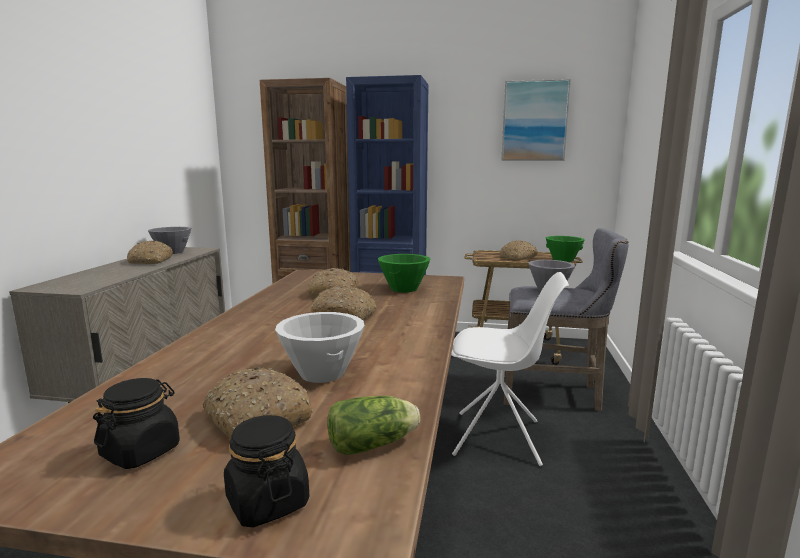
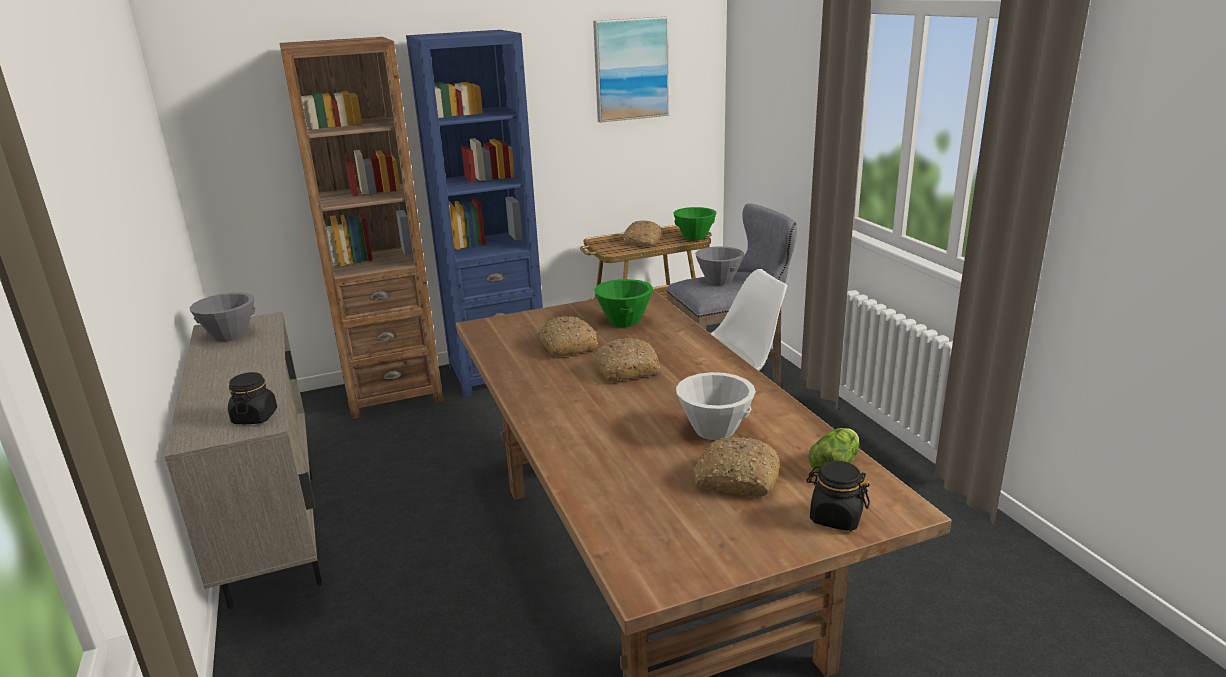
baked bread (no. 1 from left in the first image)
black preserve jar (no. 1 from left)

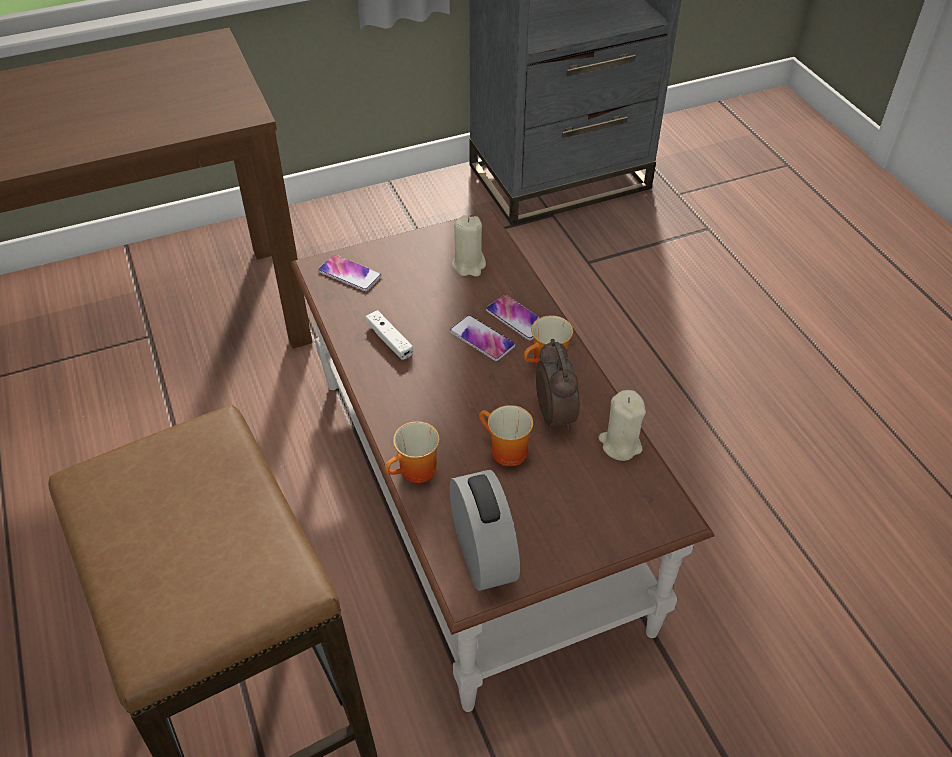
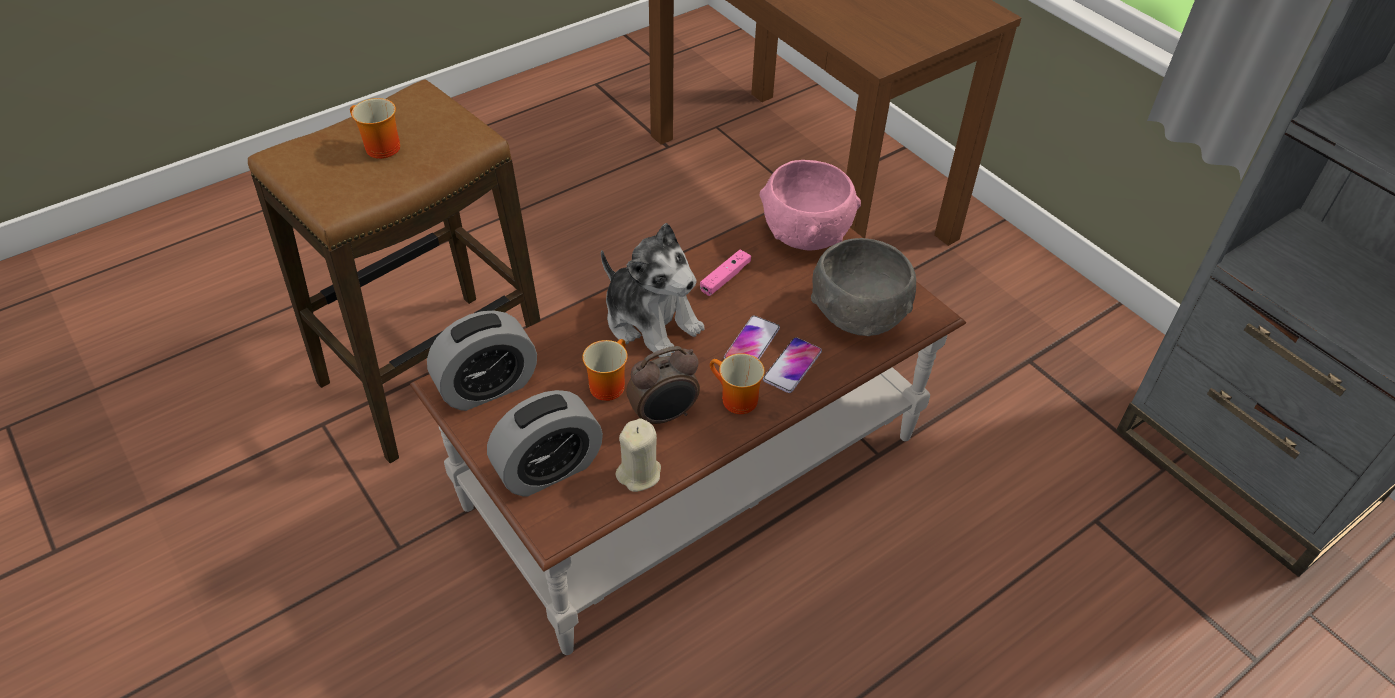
gray bowl
pink-coloured bowl
pink-coloured joypad
mug (no. 1 from left)
soft toy
bedside clock (no. 2 from left)

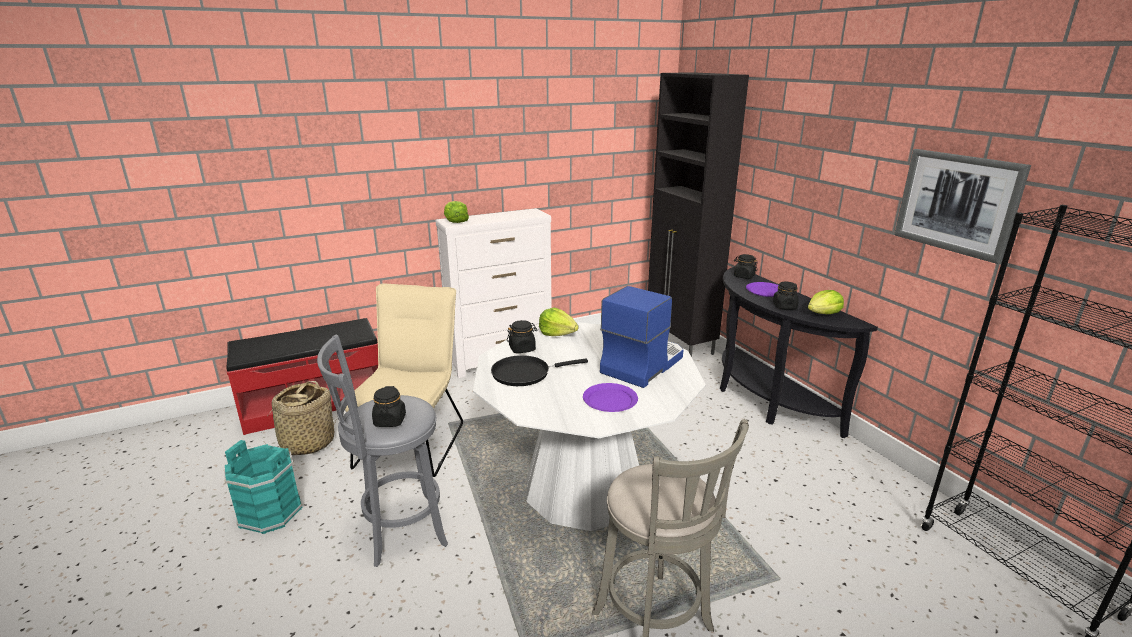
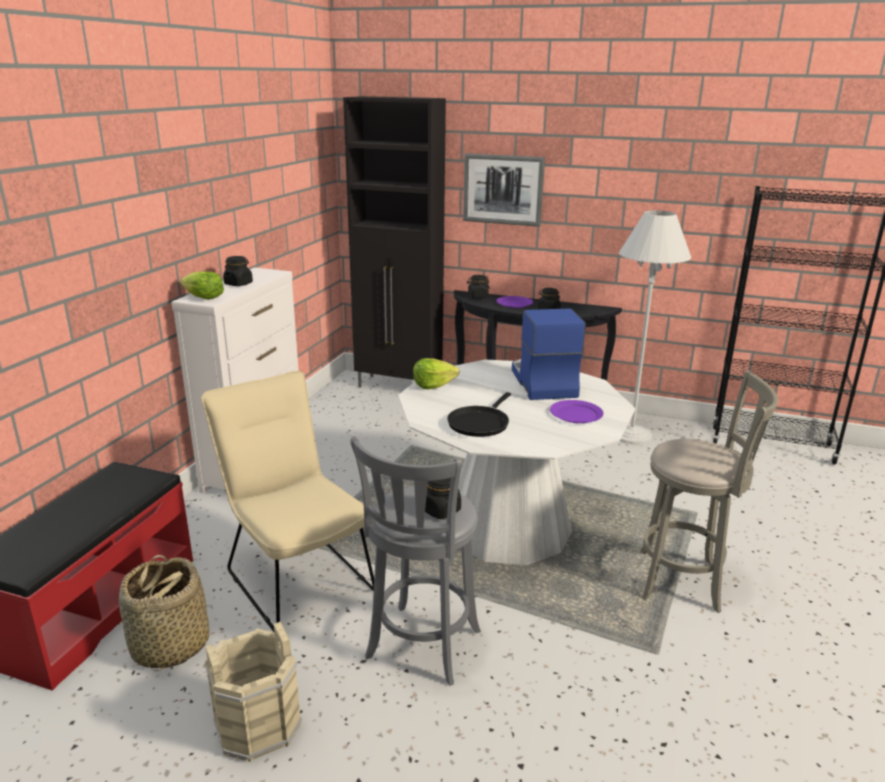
wall art
lettuce (no. 3 from left in the first image)
black preserve jar (no. 1 from left)
sand-coloured water bucket
whitish standard lamp

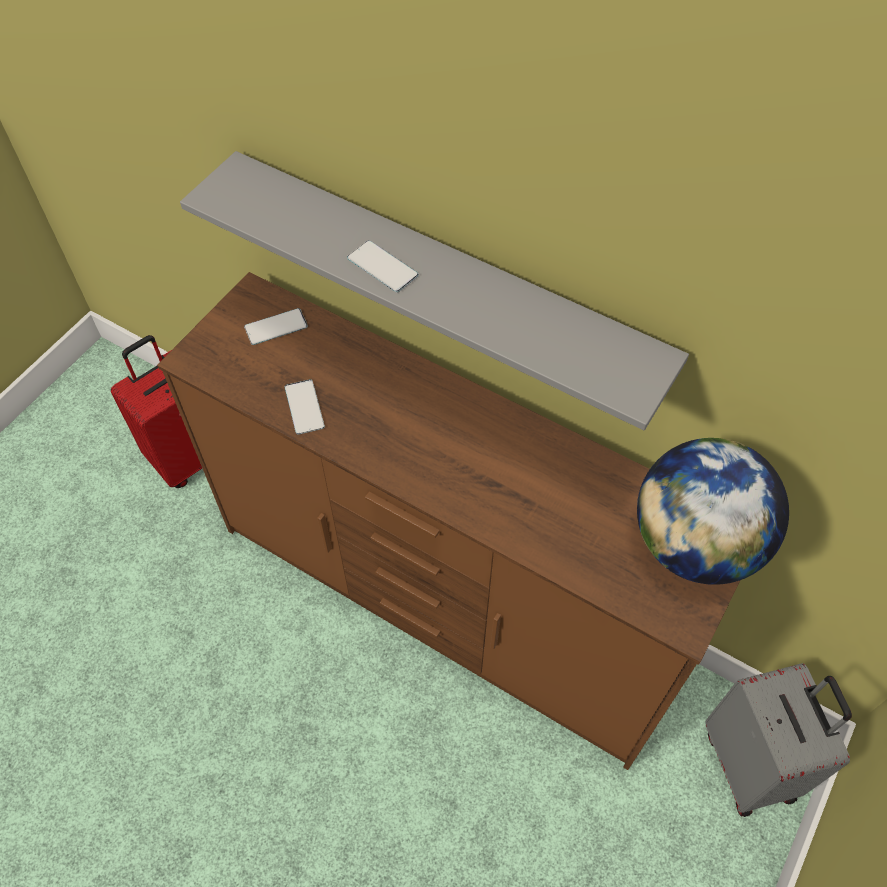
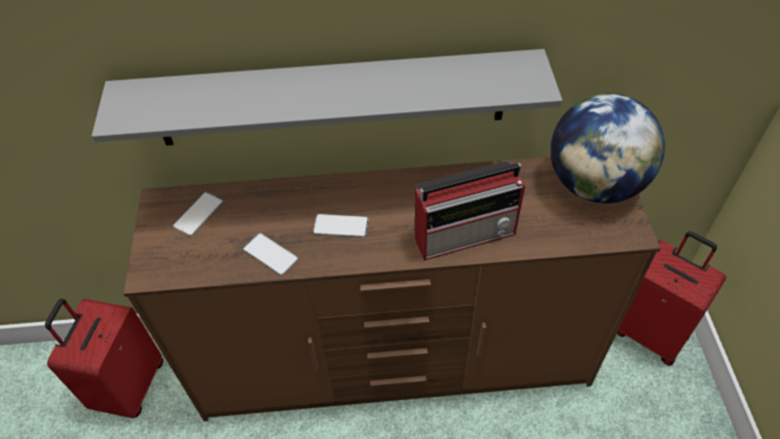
phone (no. 3 from left)
reddish travel case (no. 2 from left)
radio receiver

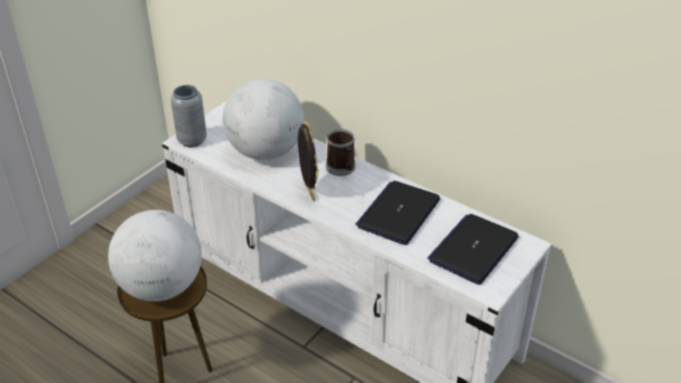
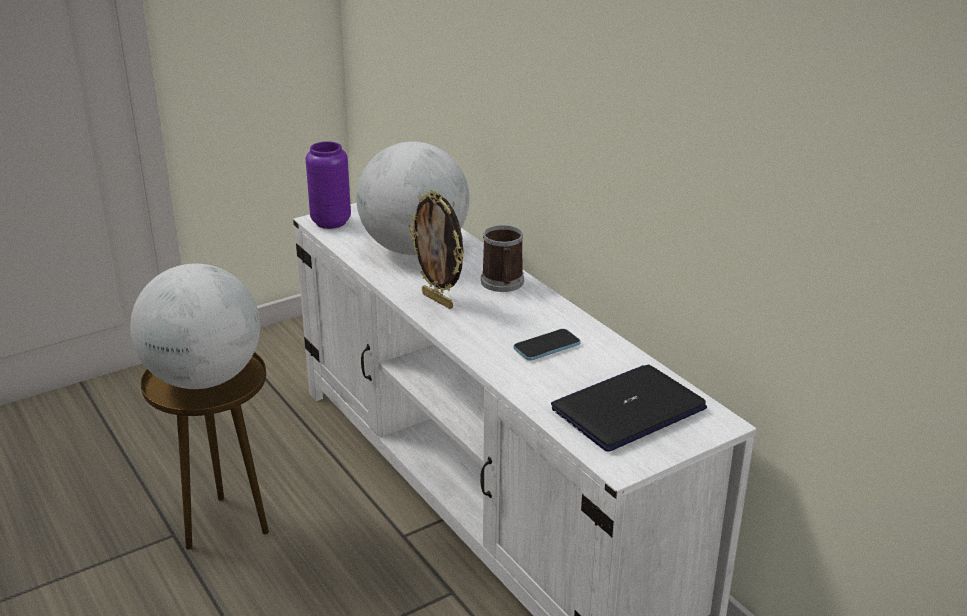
purple flower vase
picture frame
phone

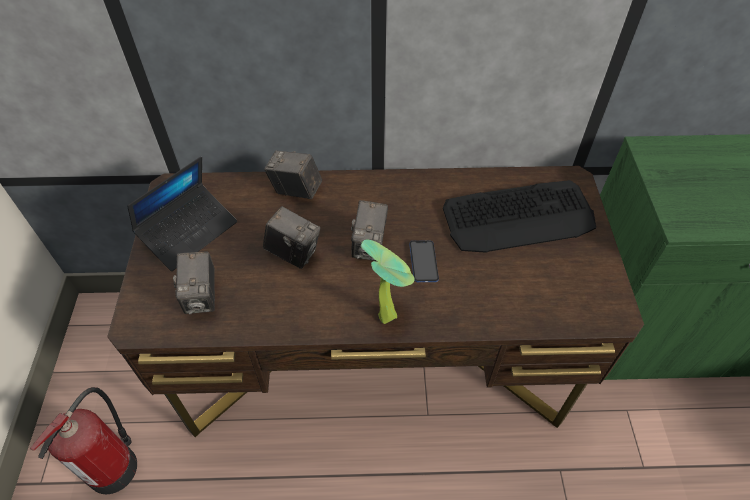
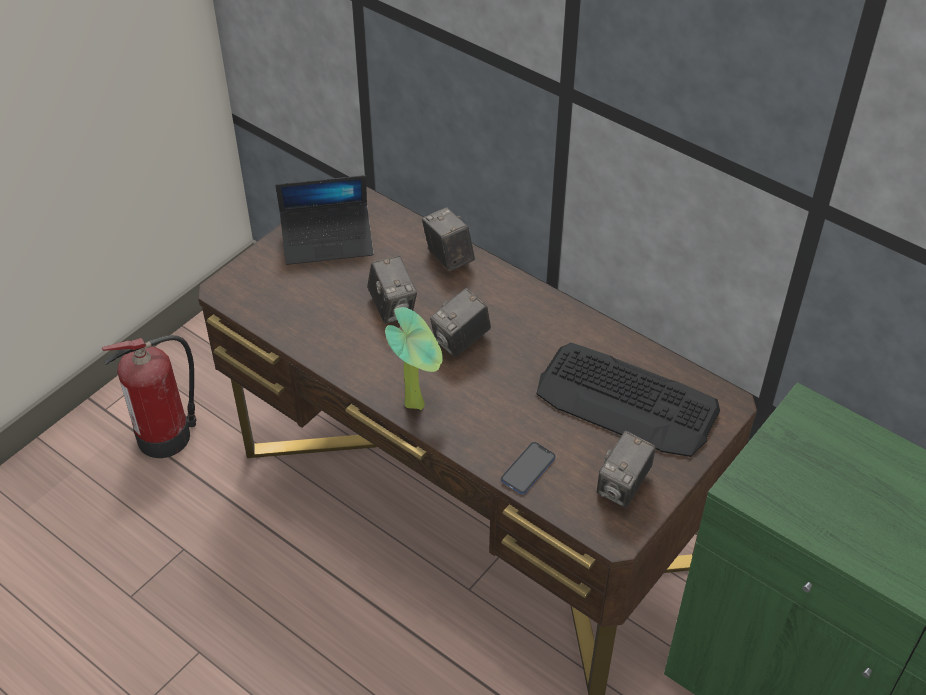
phone
still camera (no. 4 from left)

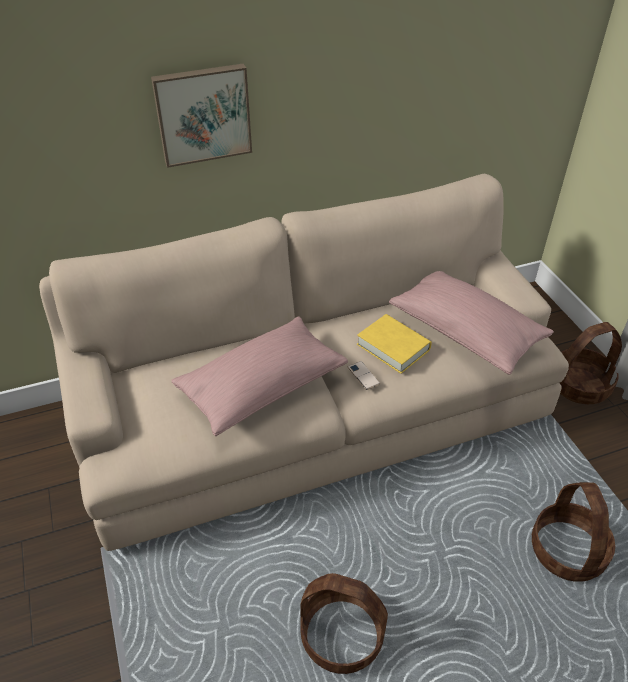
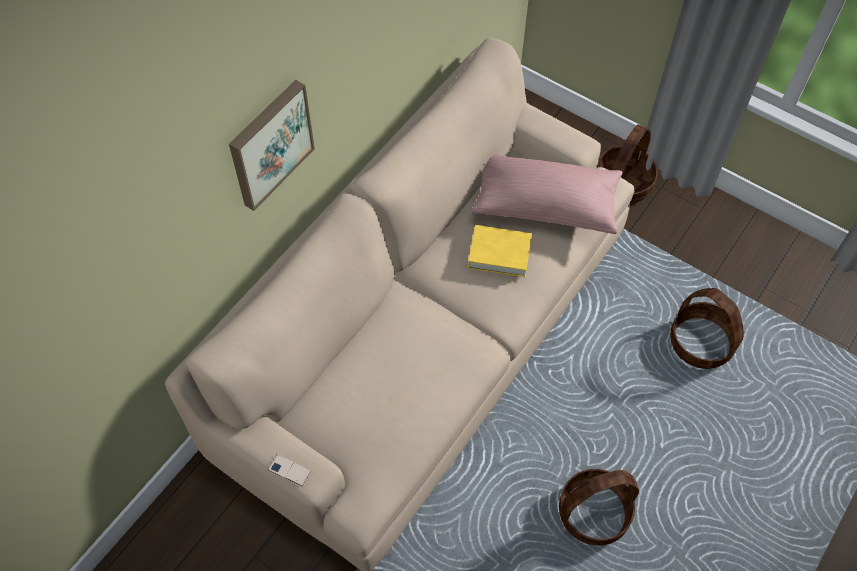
pink-coloured throw pillow (no. 1 from left in the first image)
phone

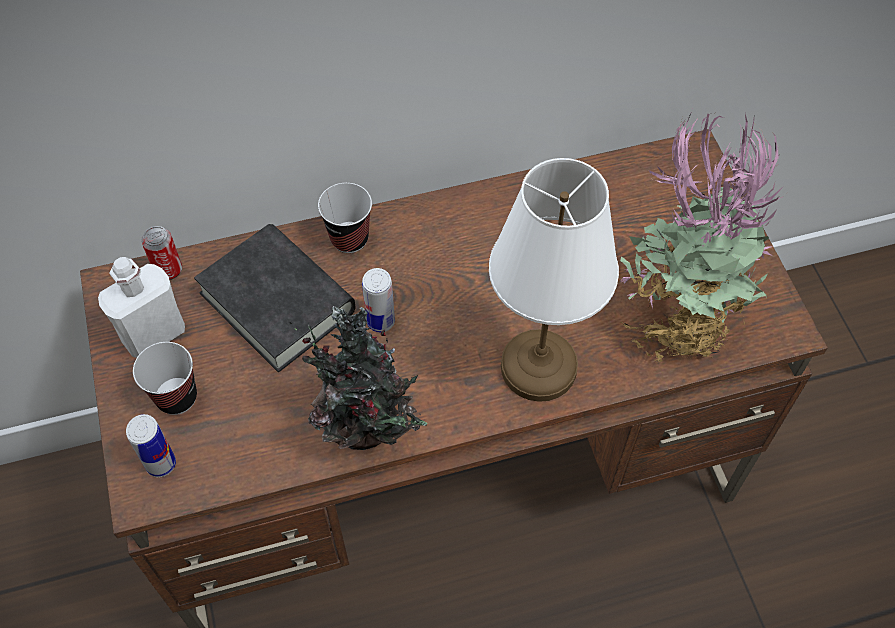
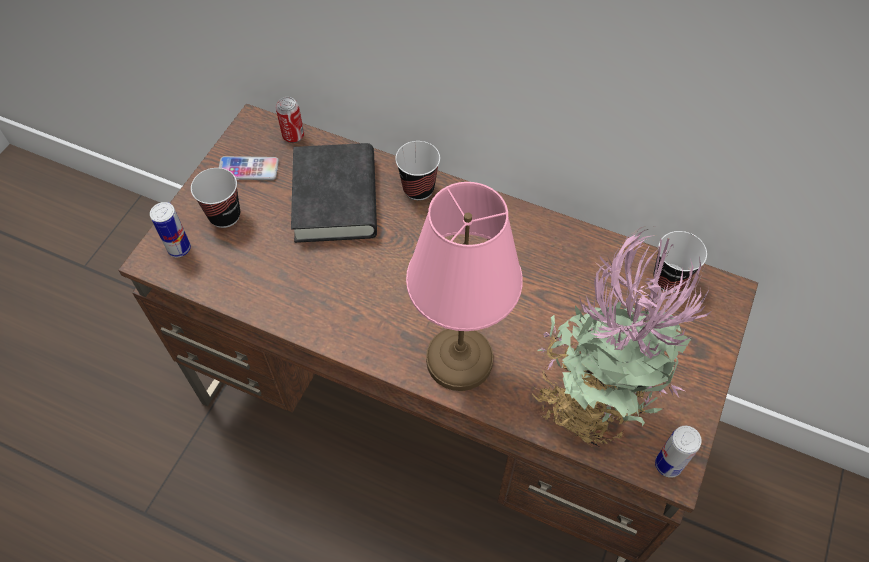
pink-coloured table lamp
phone
metal can (no. 3 from left)
houseplant (no. 1 from left in the first image)
cup (no. 3 from left)

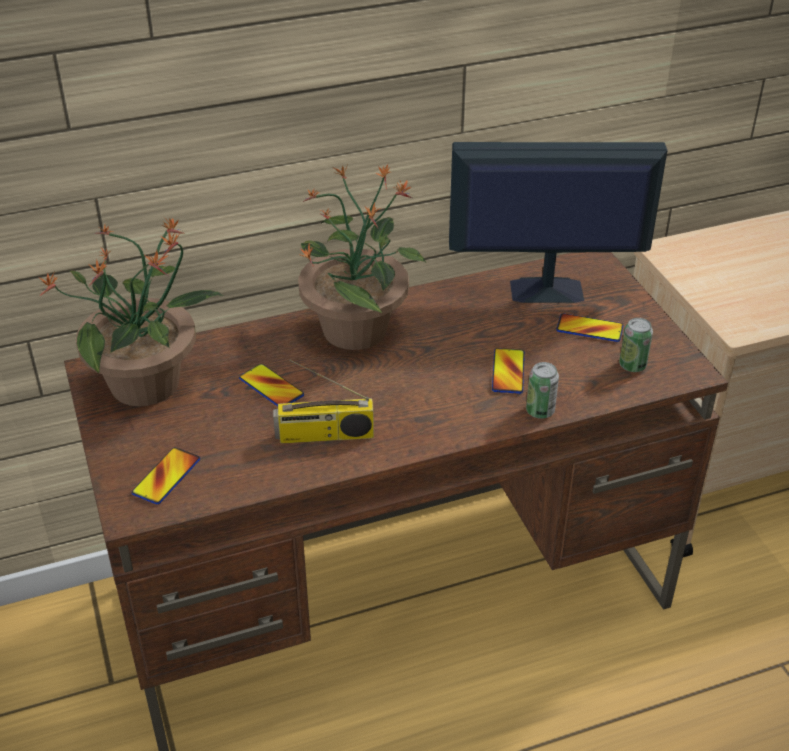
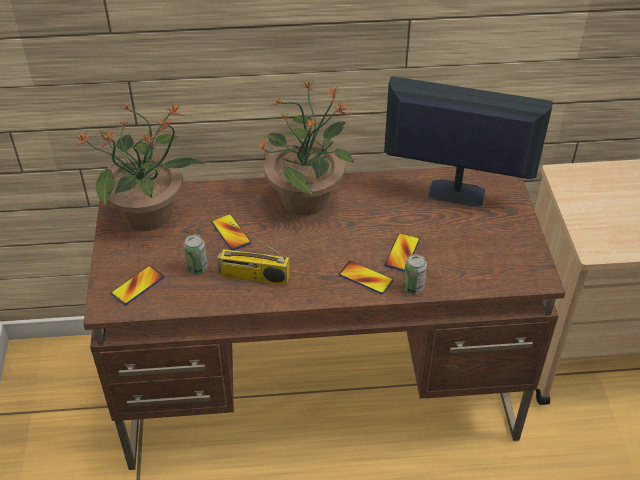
phone (no. 3 from left)
metal can (no. 1 from left)

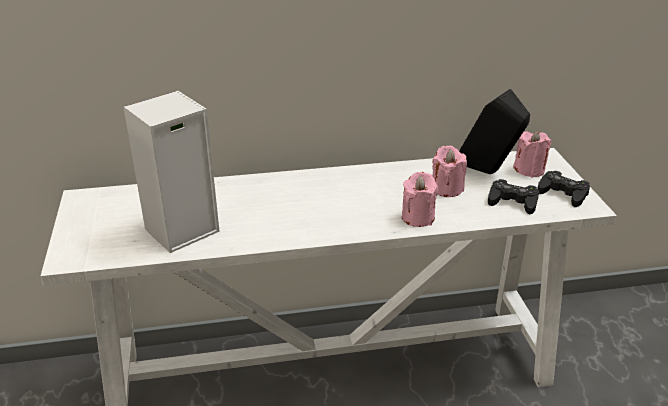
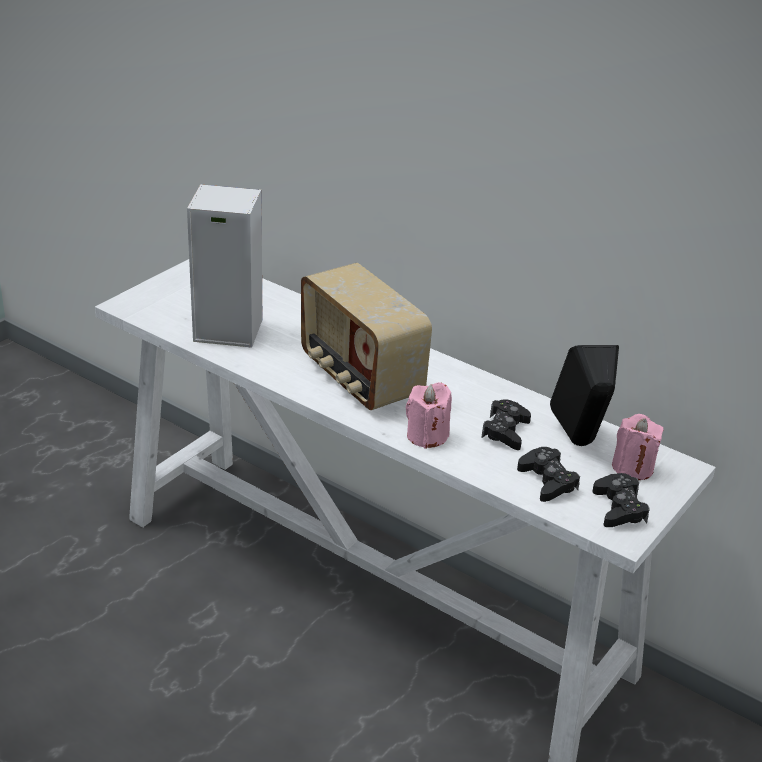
black joypad (no. 1 from left)
radio receiver

